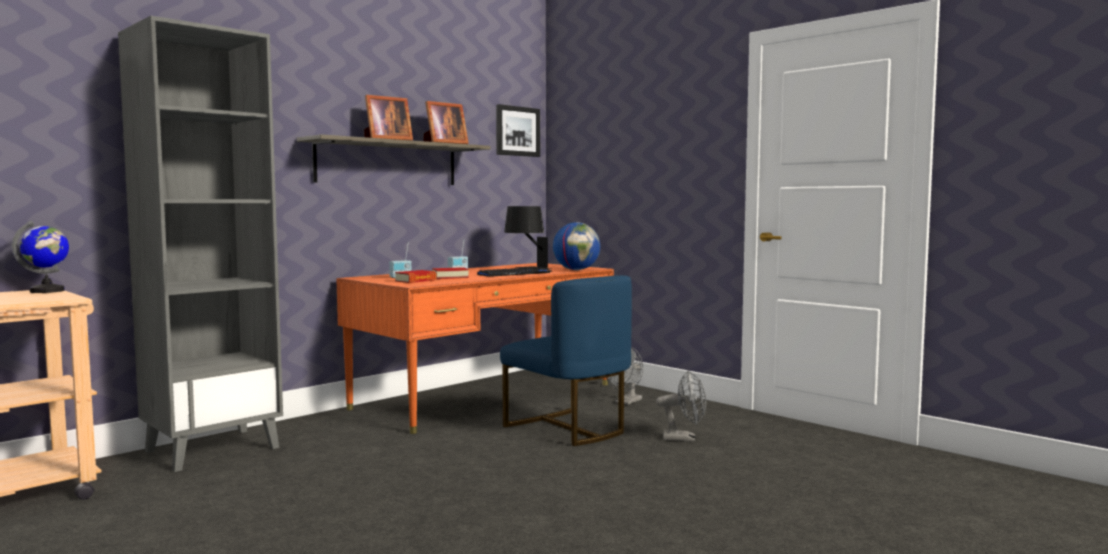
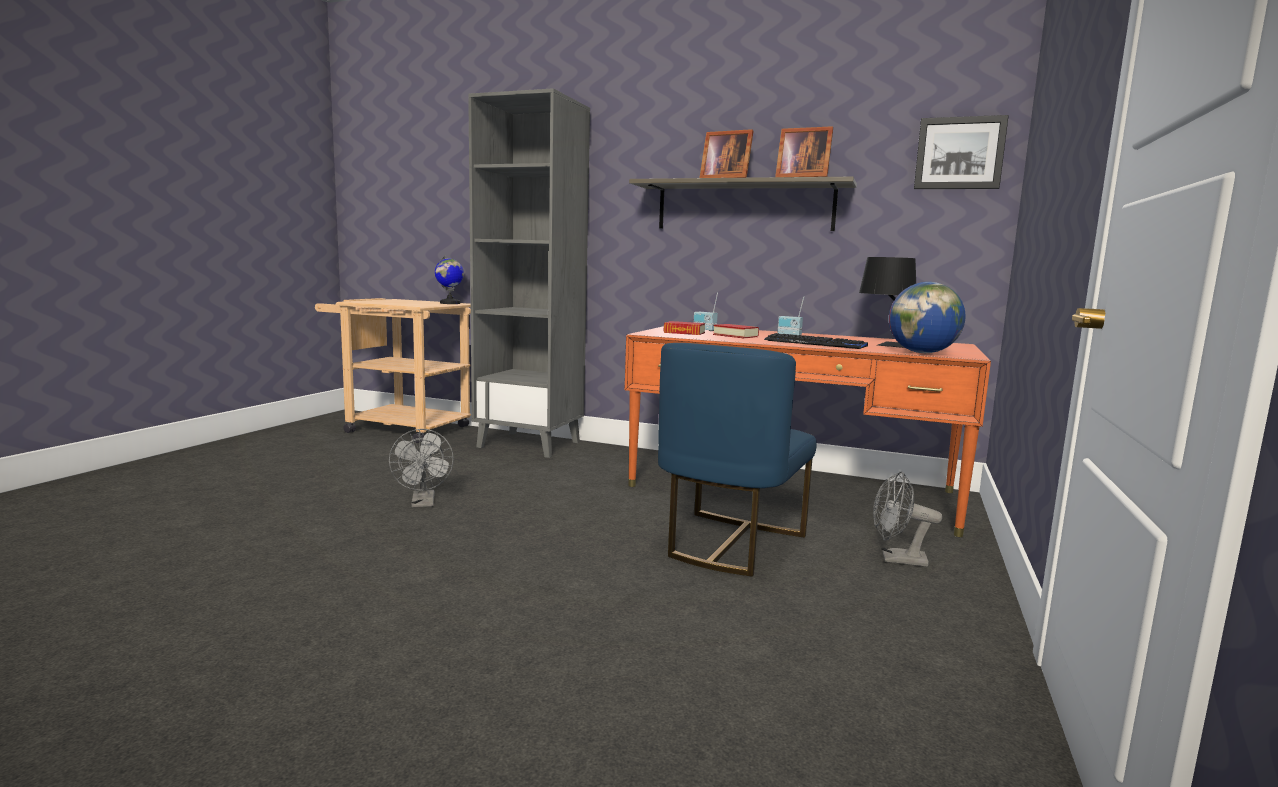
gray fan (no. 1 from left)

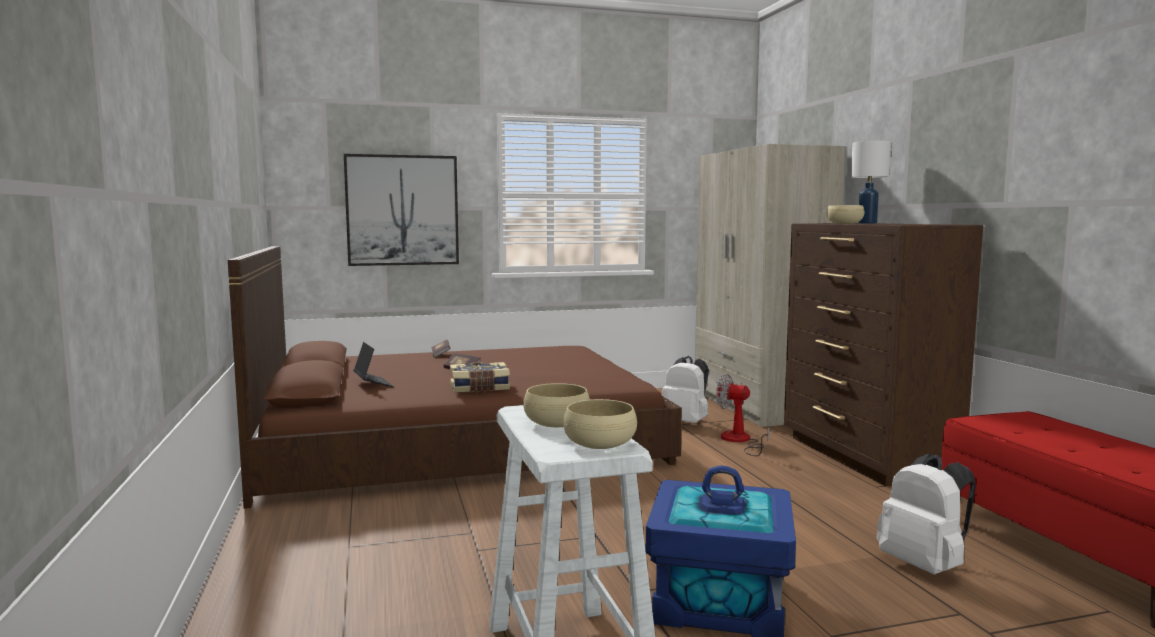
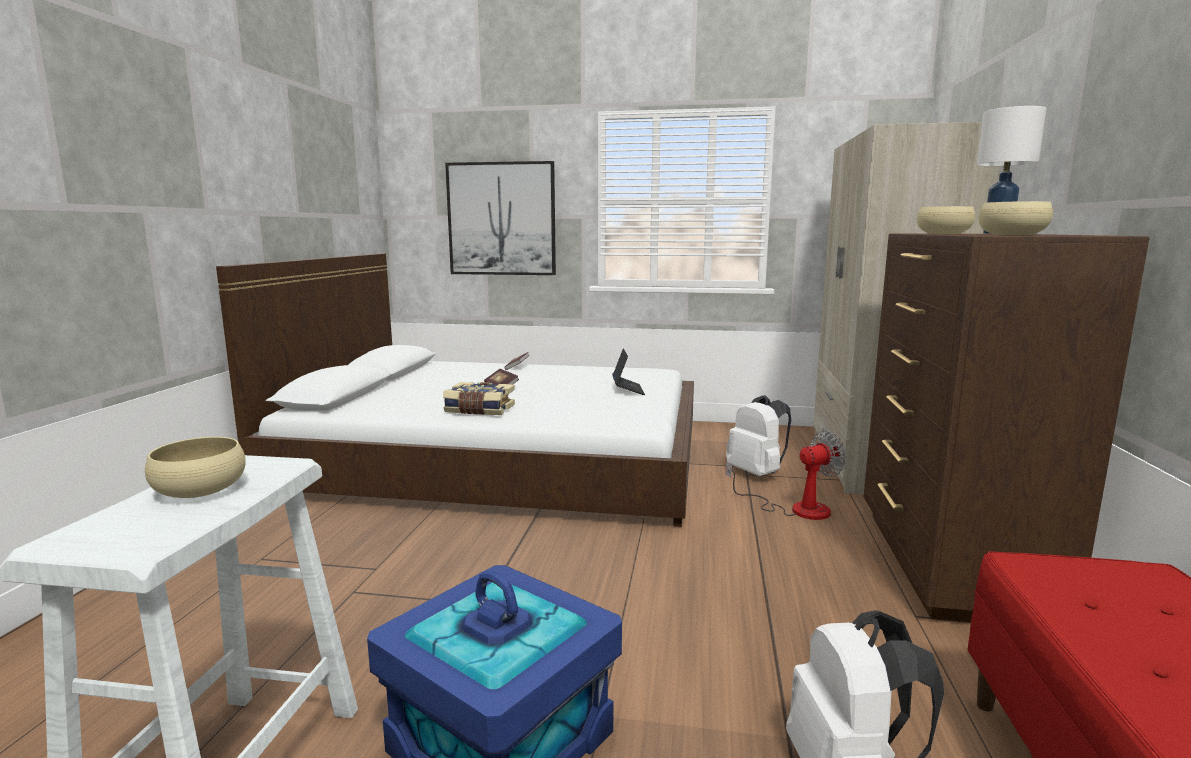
whitish sleeping bed
portable computer
fan
sand-coloured bowl (no. 3 from left)

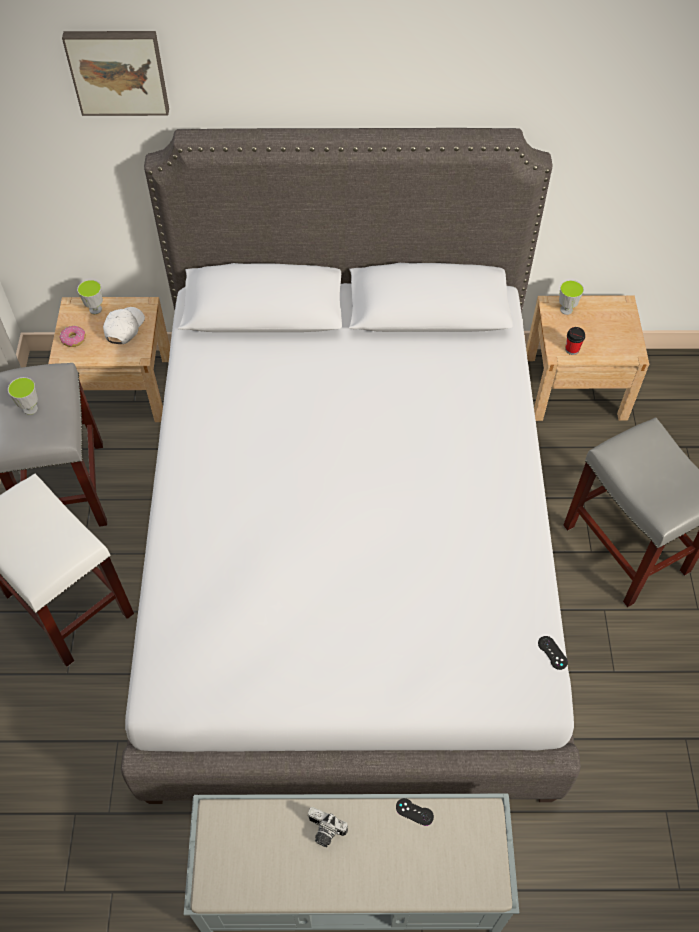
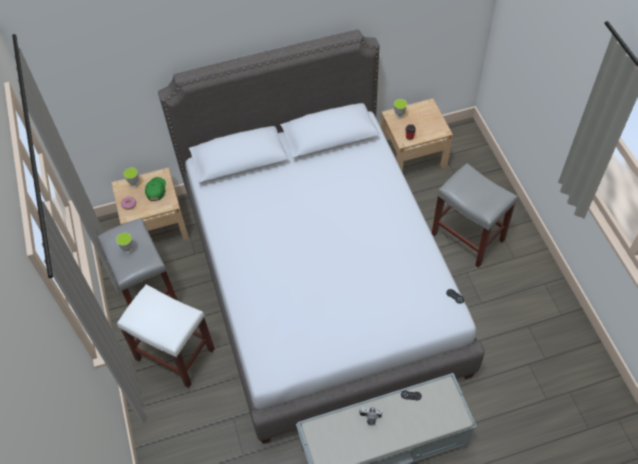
wall art
greenish peaked cap

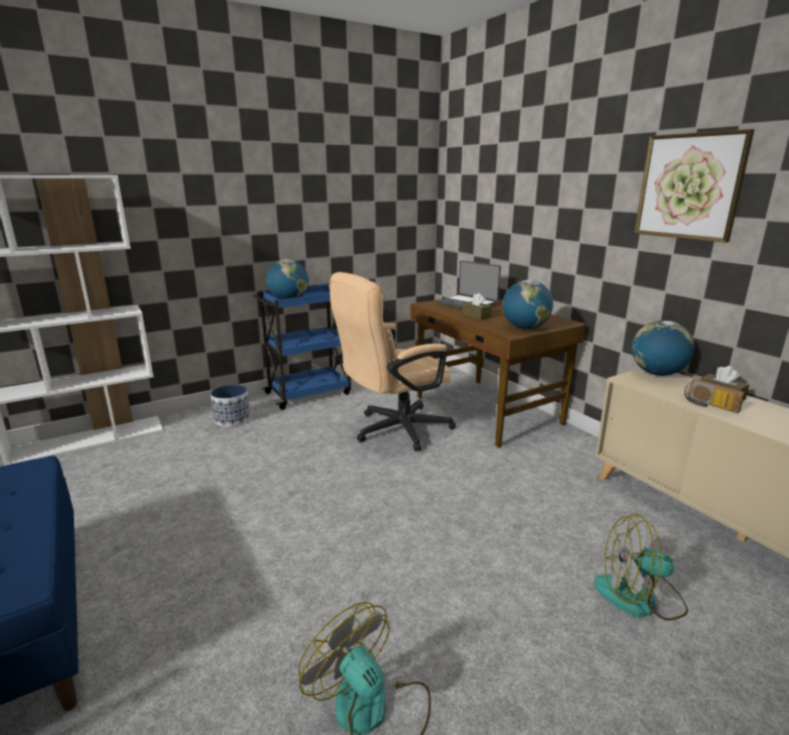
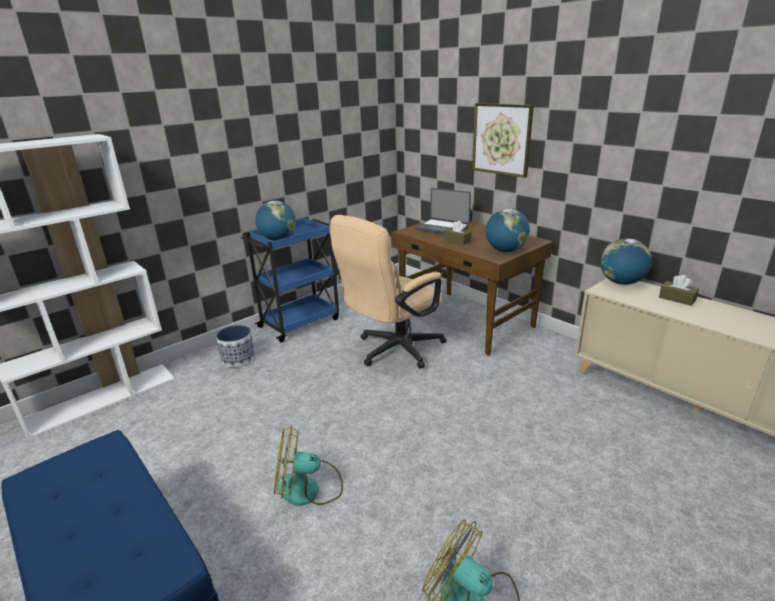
wall art
radio receiver
fan (no. 1 from left)

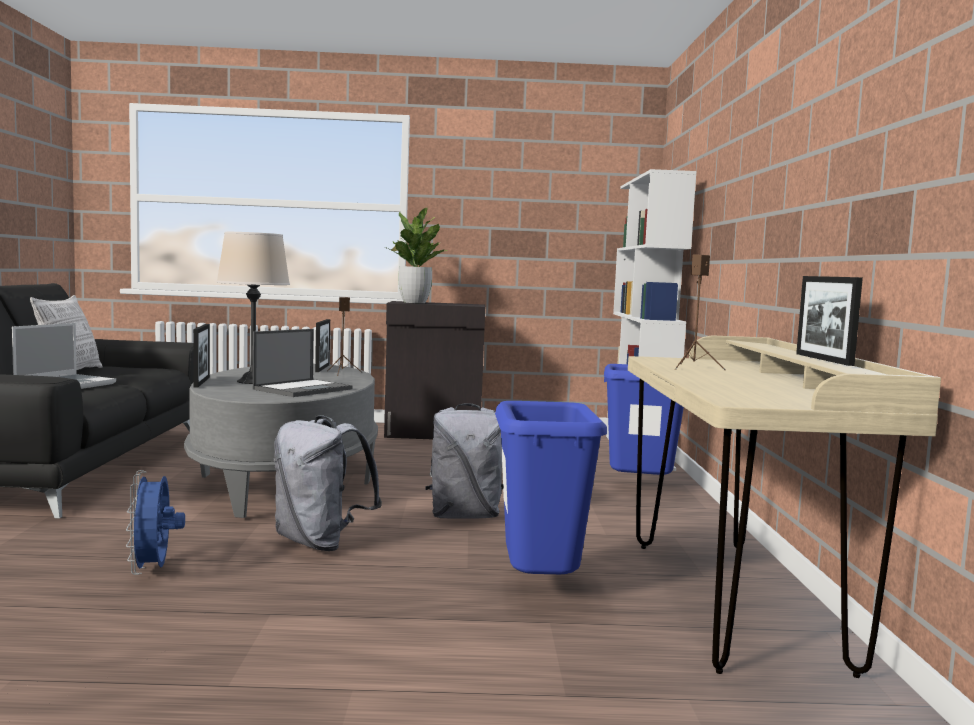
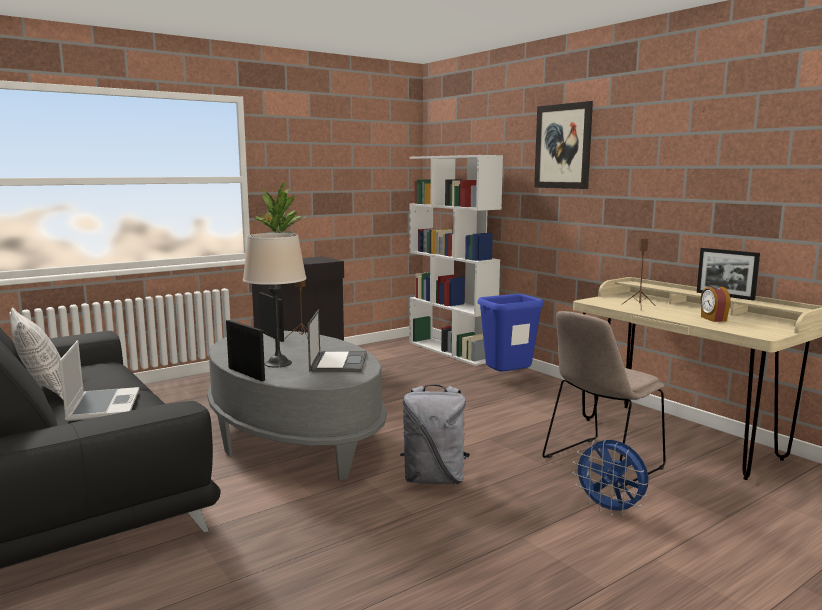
sand-coloured upright chair
gray rucksack (no. 2 from left in the first image)
bluish fan
wall art
bedside clock

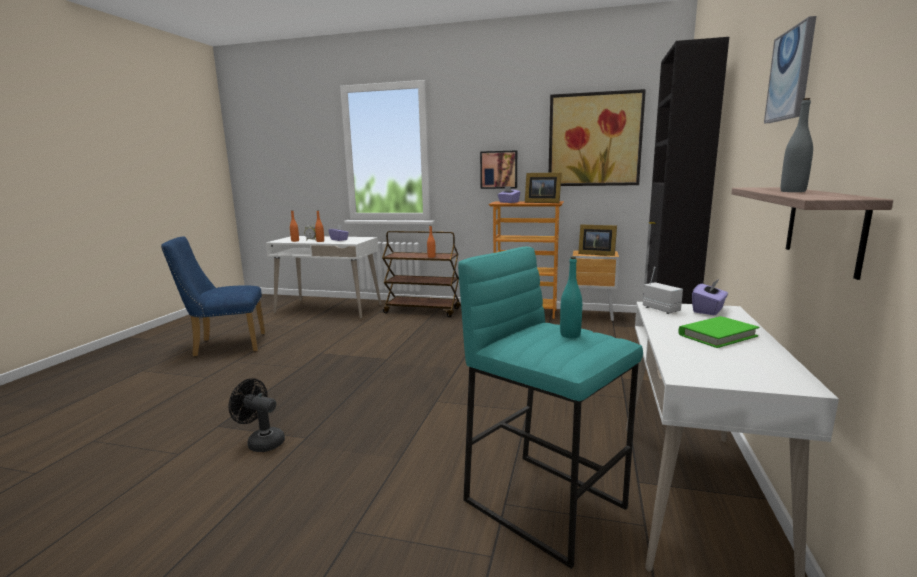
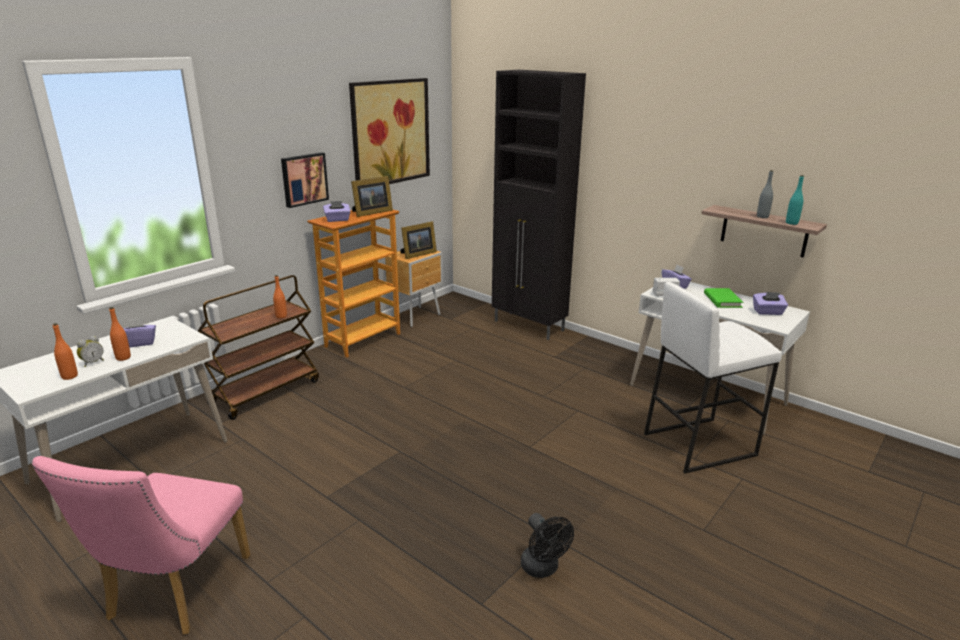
wall art (no. 3 from left in the first image)
pink-coloured upright chair
whitish sitting stool
blue-green bottle
black fan
purple tissue holder (no. 4 from left)

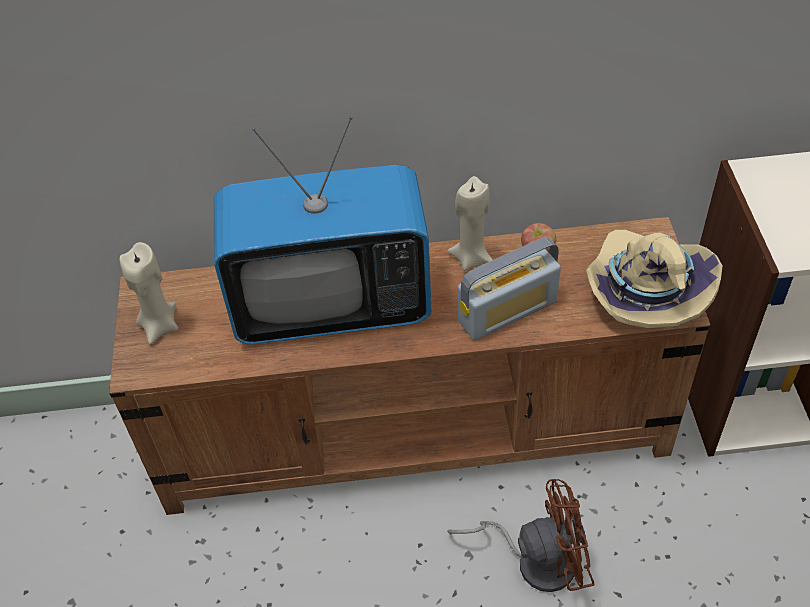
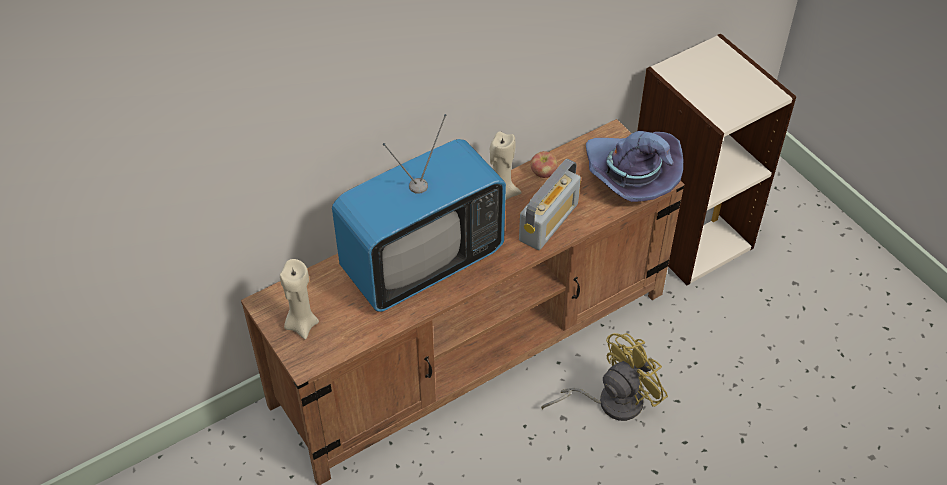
purple hat
yellow-coloured fan

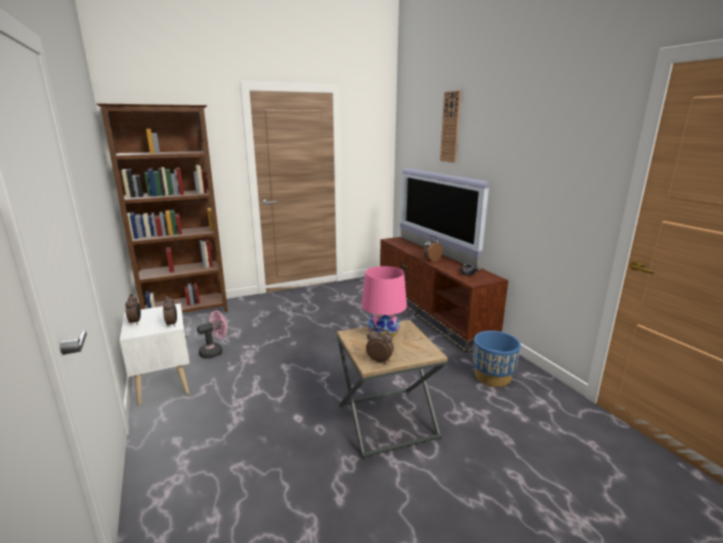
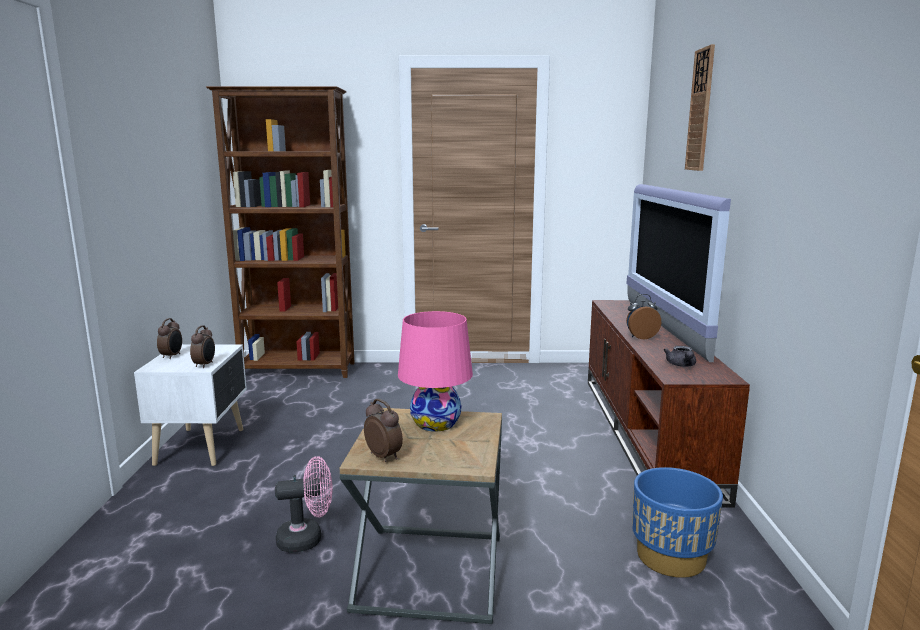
pink-coloured fan

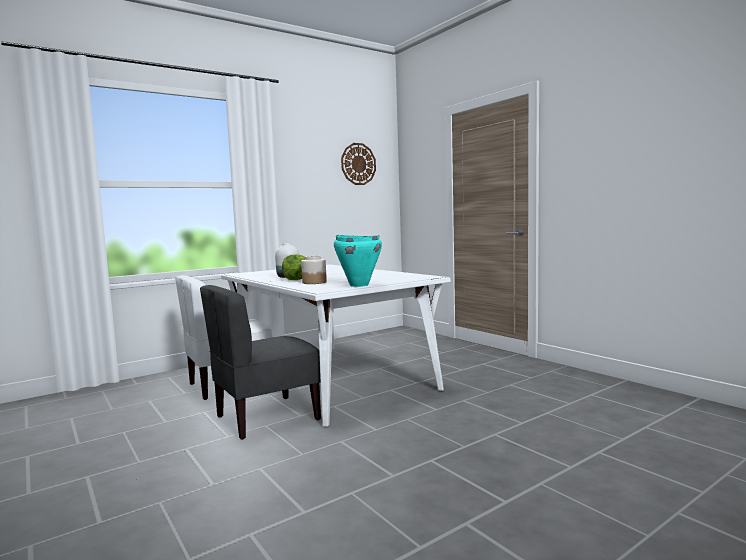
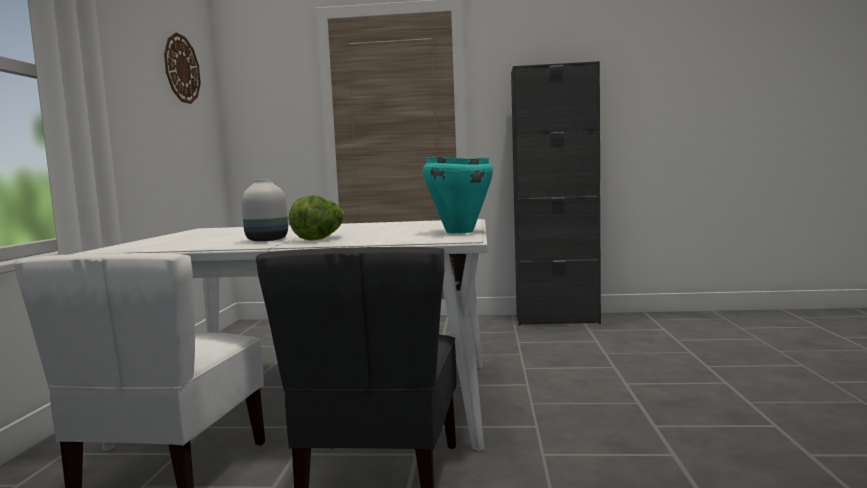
preserve jar
black storage cabinet

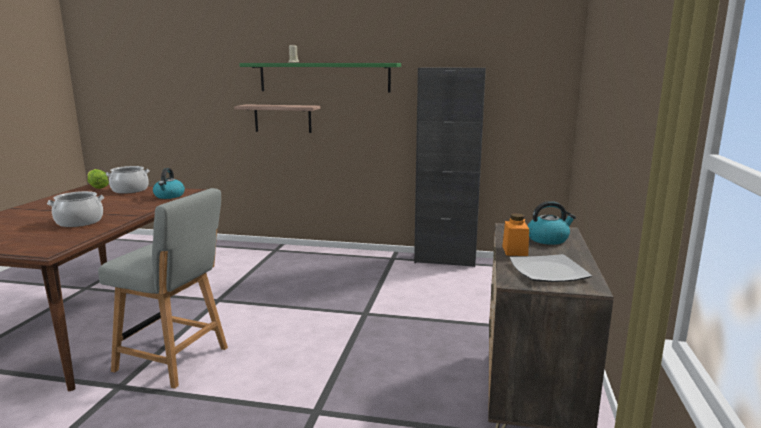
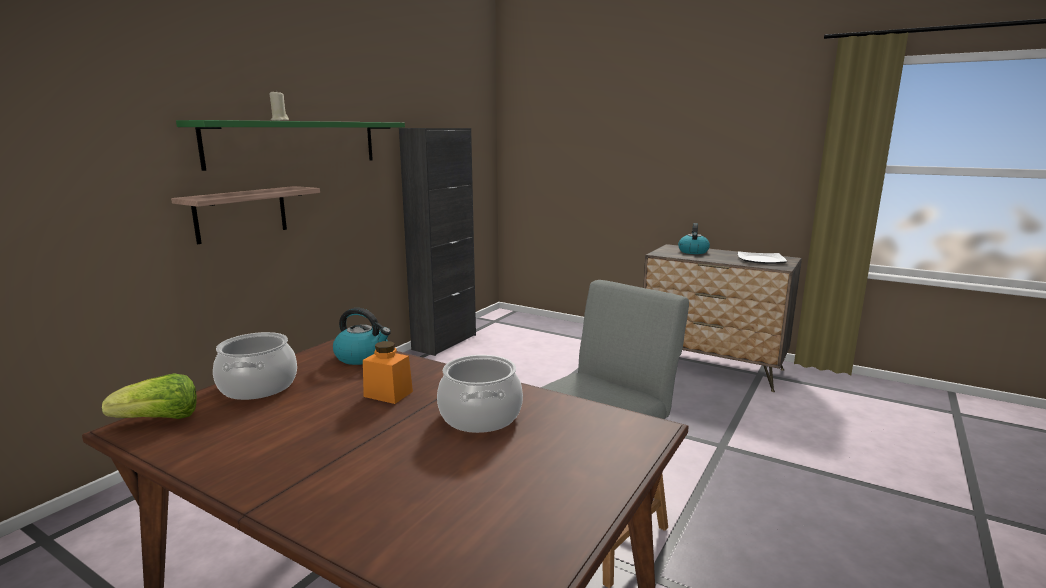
orange preserve jar

